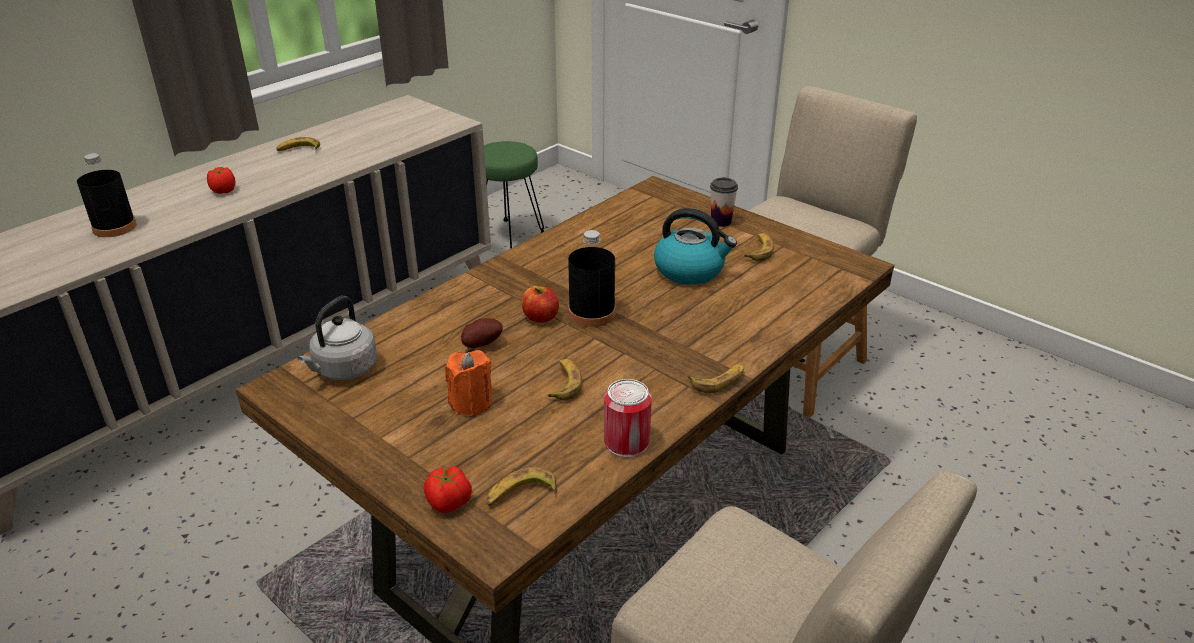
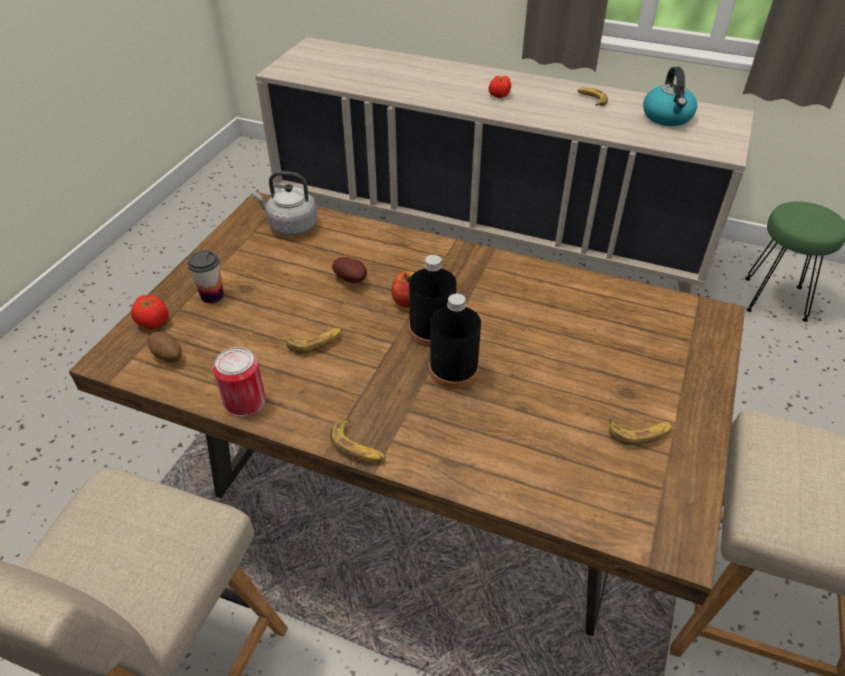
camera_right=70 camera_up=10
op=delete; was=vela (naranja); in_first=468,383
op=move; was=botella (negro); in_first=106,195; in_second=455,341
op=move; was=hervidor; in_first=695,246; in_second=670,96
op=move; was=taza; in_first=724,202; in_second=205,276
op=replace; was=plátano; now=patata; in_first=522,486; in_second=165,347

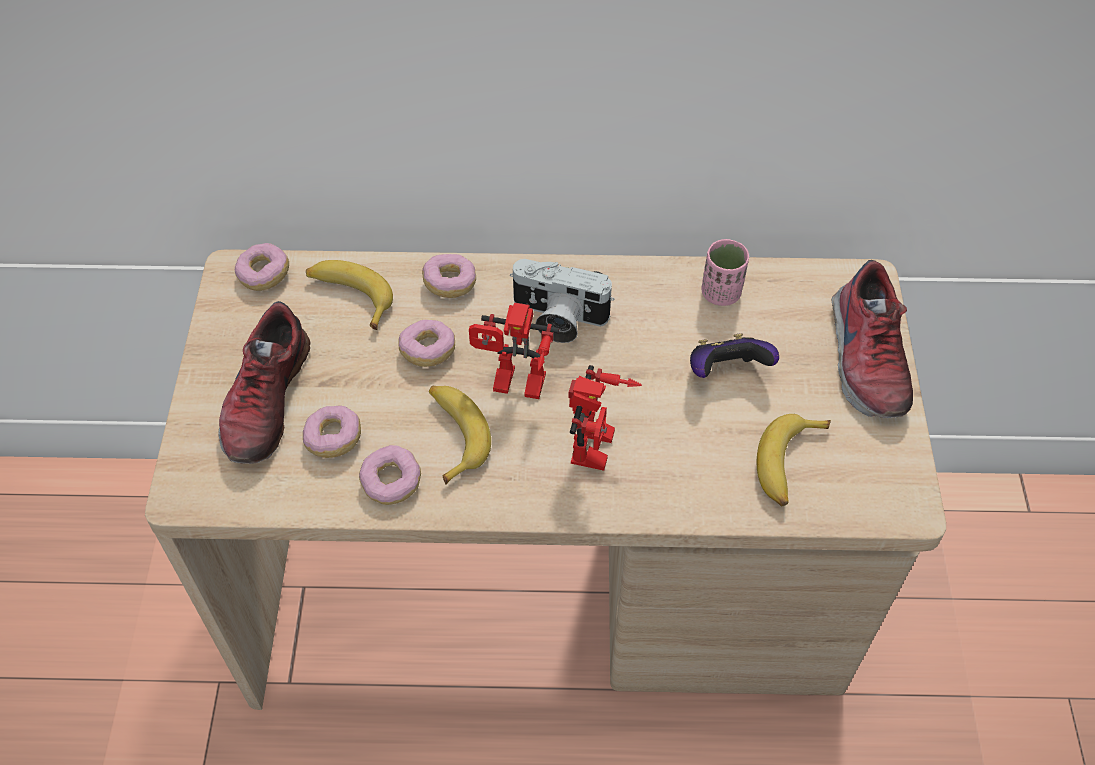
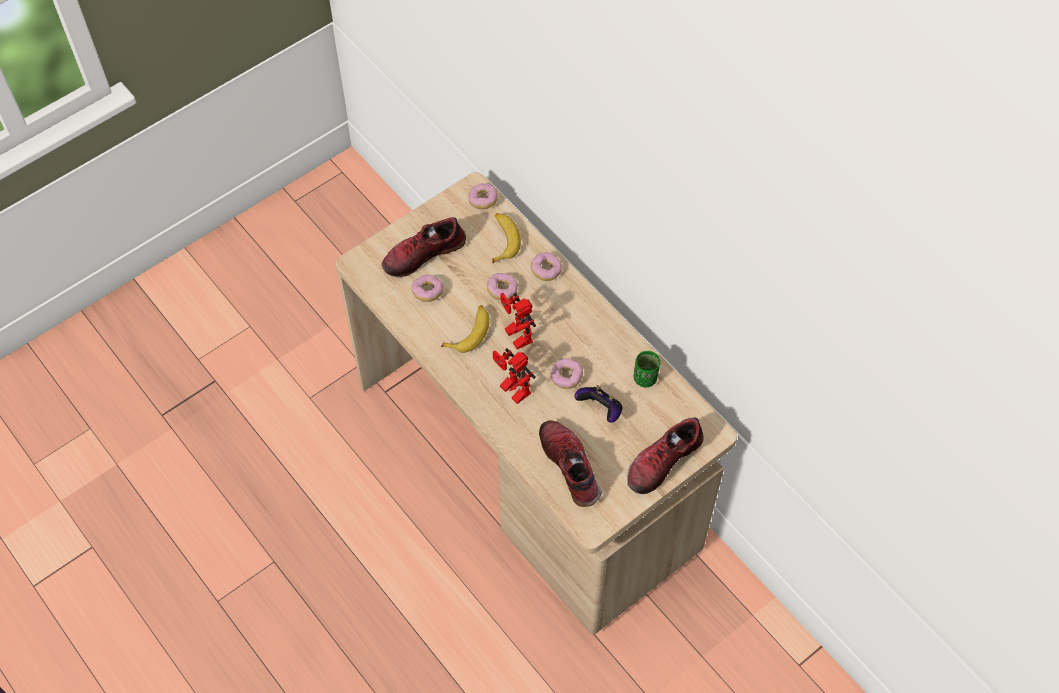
camera_right=50 camera_up=5
op=delete; was=cámara; in_first=562,301
op=move; was=rosquilla; in_first=390,475; in_second=566,373
op=replace; was=plátano; now=zapato; in_first=794,460; in_second=570,463
op=recolor; was=taza (rosa); now=taza (verde); in_first=725,272; in_second=647,369
op=rotate; was=robot de juguete; in_first=605,418; in_second=514,376; clockwise=75

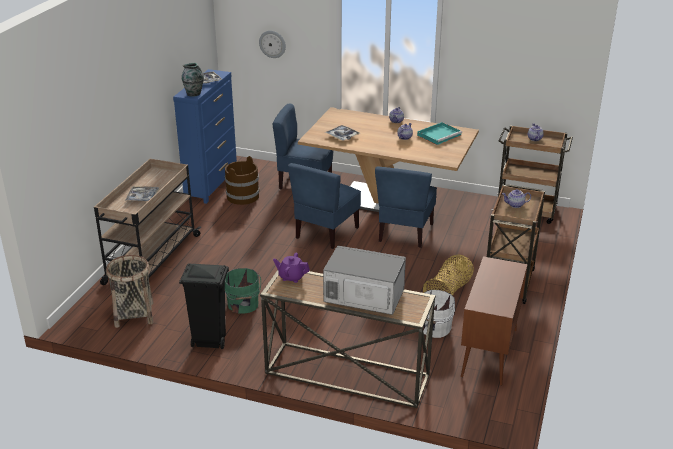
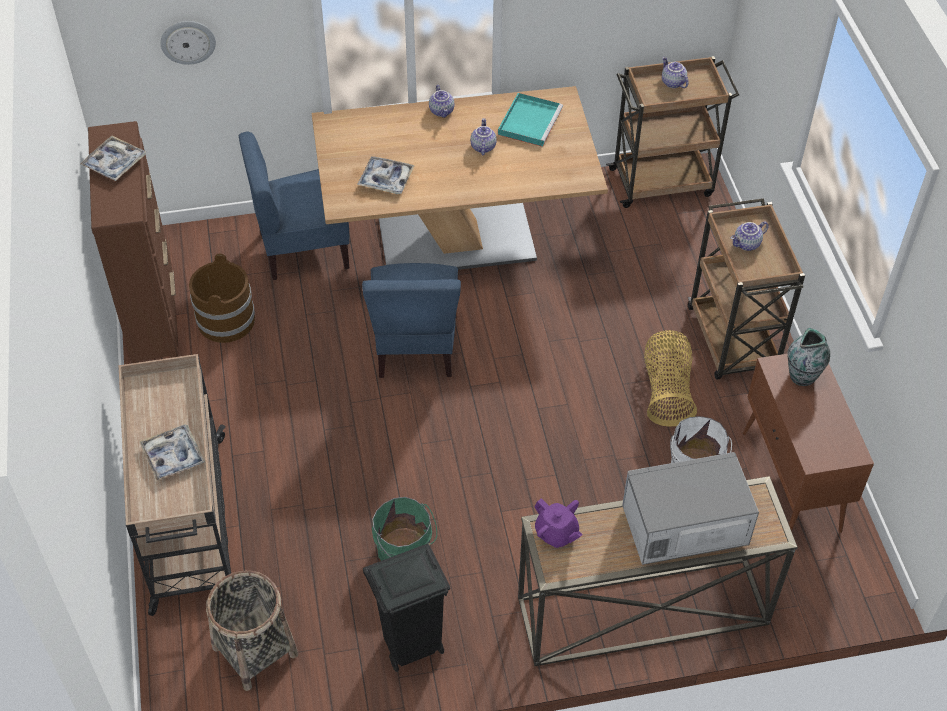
camera_right=-30 camera_up=20
op=delete; was=silla (azul); in_first=406,207
op=move; was=florero; in_first=193,80; in_second=808,357
op=recolor; was=cómoda (azul); now=cómoda (marrón); in_first=205,136; in_second=133,242
op=rotate; was=tetera (morado); in_first=291,267; in_second=558,523; clockwise=-120

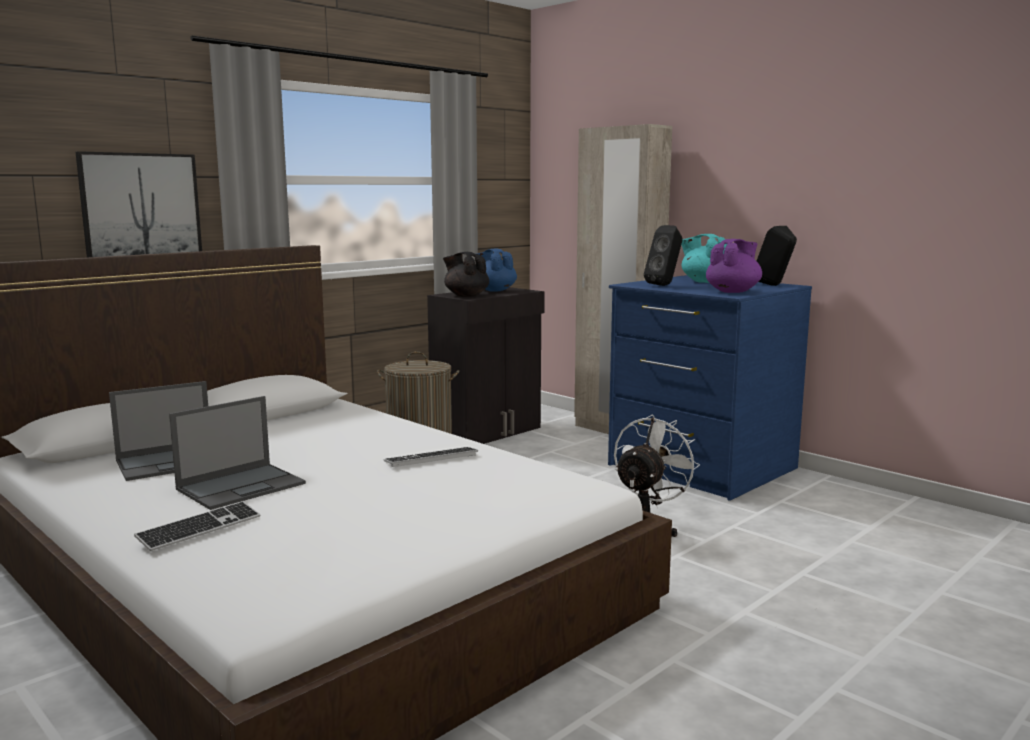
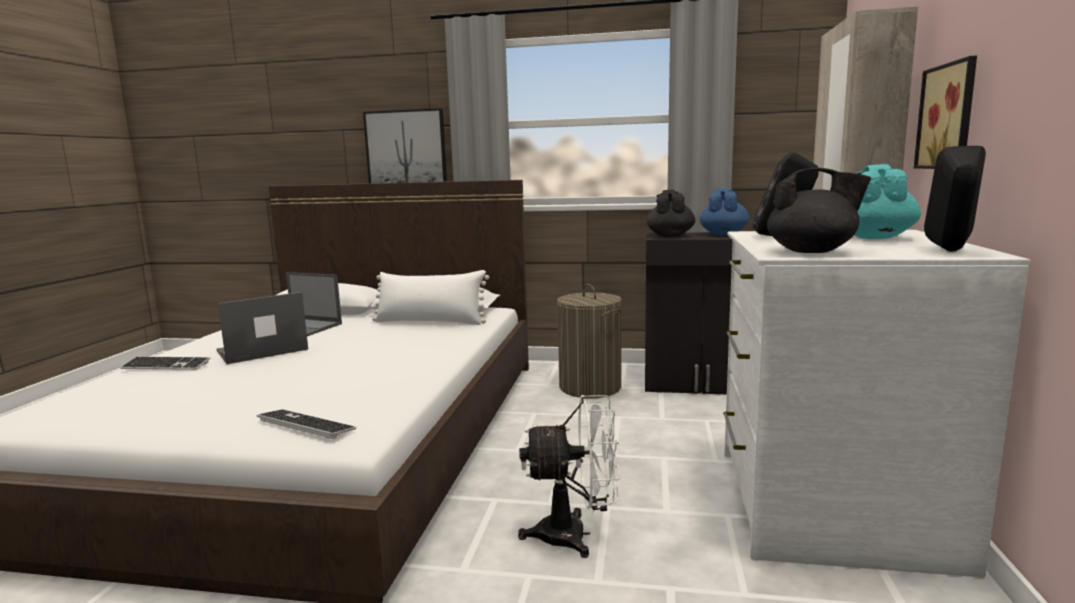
camera_right=55 camera_up=0
op=insert; now=cojín (blanco); in_second=430,297
op=insert; now=cuadro; in_second=945,112
op=move; was=teclado; in_first=431,457; in_second=306,424
op=recolor; was=cómoda (azul); now=cómoda (blanco); in_first=710,388; in_second=876,404
op=recolor; was=tetera (morado); now=tetera (negro); in_first=734,266; in_second=819,210
op=rotate; was=portátil; in_first=237,453; in_second=262,328; clockwise=135

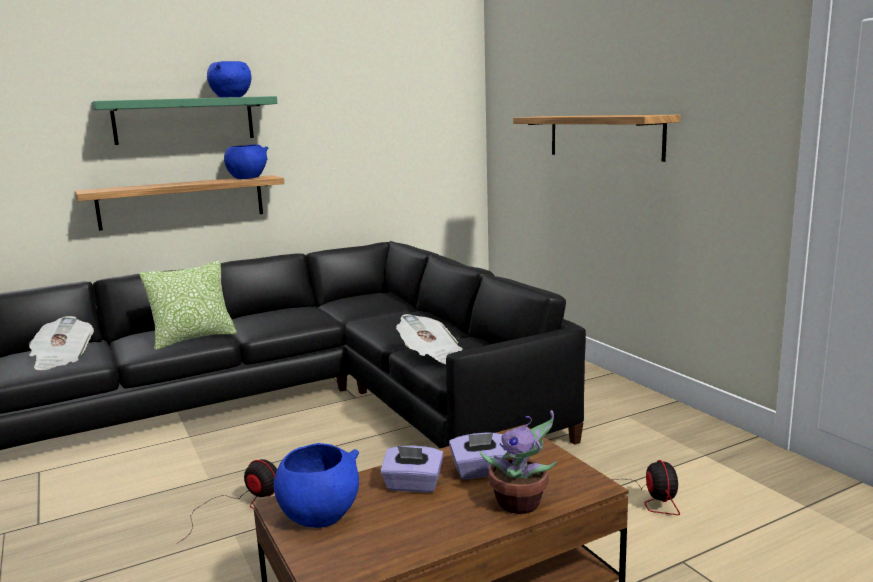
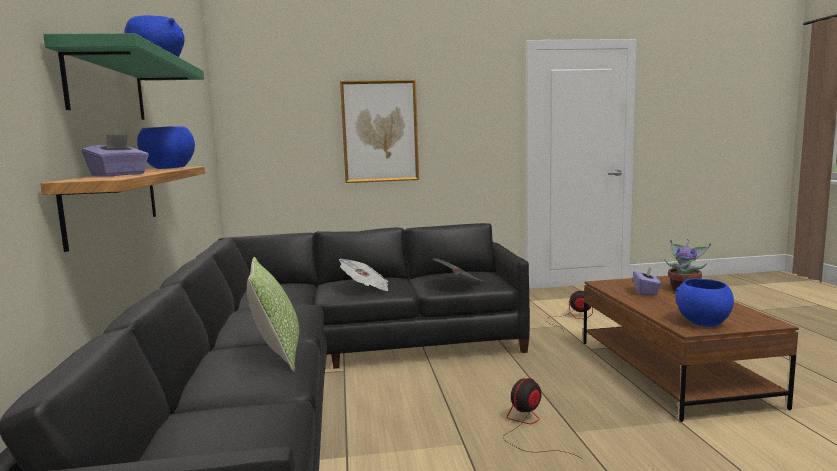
camera_right=-70 camera_up=-5
op=move; was=periódico; in_first=61,343; in_second=363,275
op=move; was=caja de pañuelos (morado); in_first=412,469; in_second=115,155
op=replace; was=estante; now=cuadro; in_first=597,138; in_second=379,131

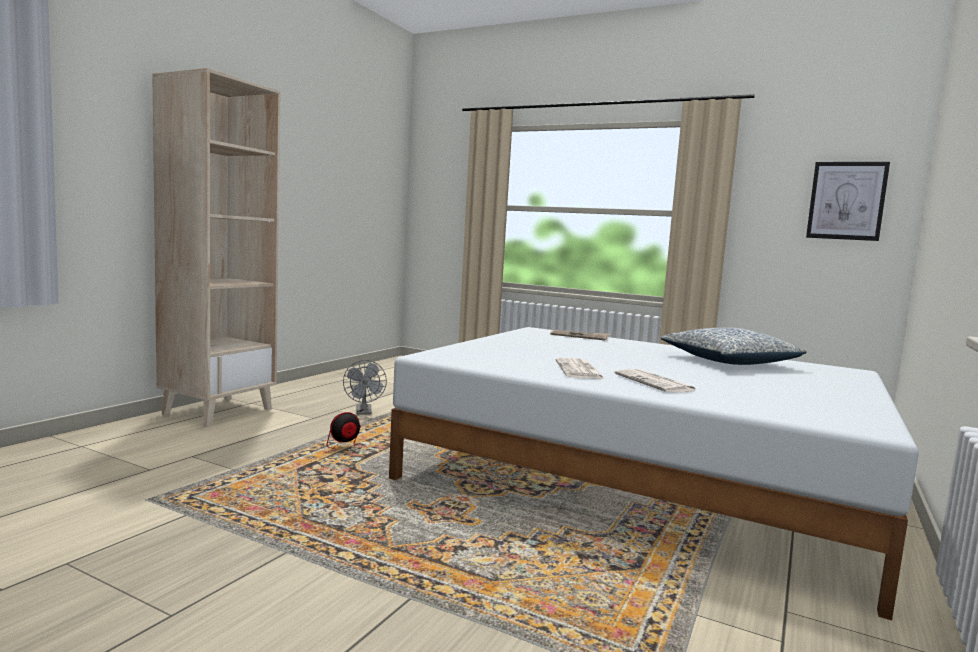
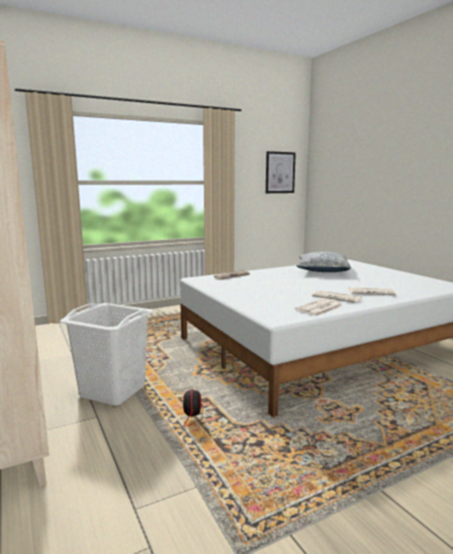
camera_right=-55 camera_up=5
op=insert; now=periódico; in_second=319,307
op=replace; was=ventilador (gris); now=cesto de la ropa (blanco); in_first=365,387; in_second=106,354

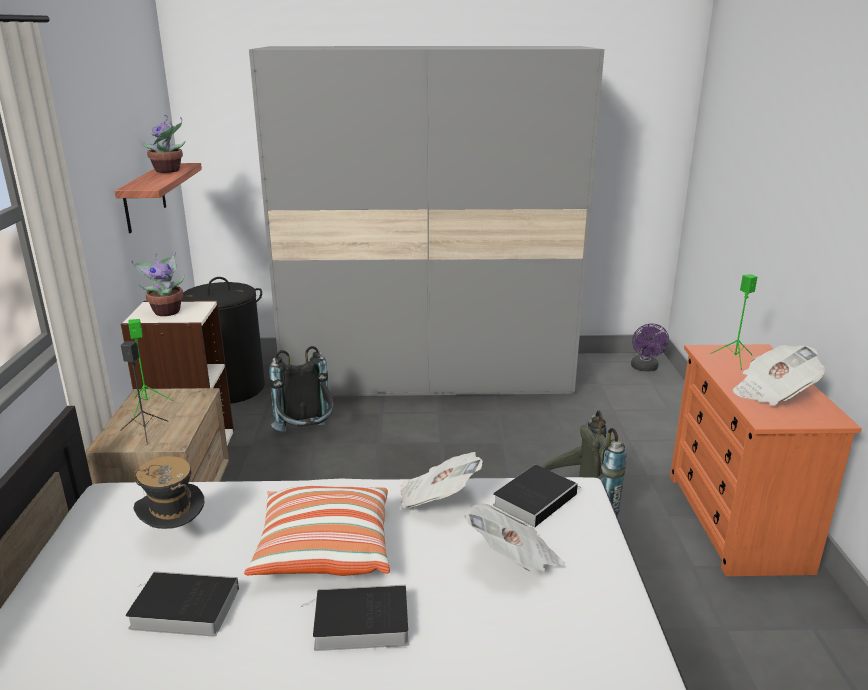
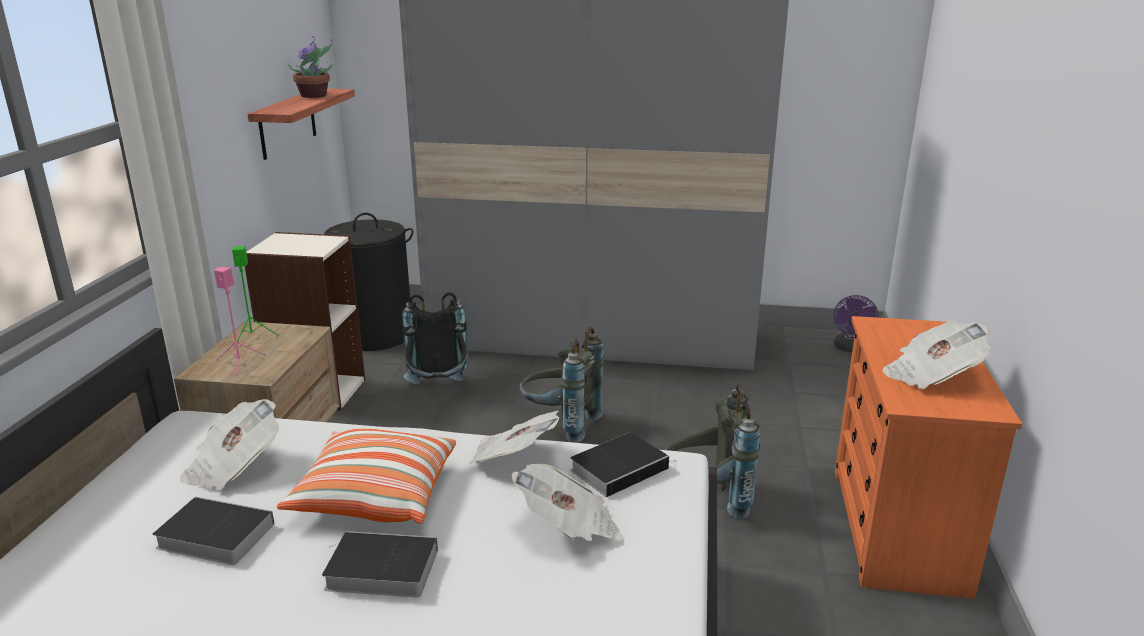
camera_right=10 camera_up=0
op=delete; was=planta en maceta; in_first=158,284
op=delete; was=altavoz (verde); in_first=733,322
op=insert; now=mochila (gris); in_second=562,385
op=replace; was=sombrero; now=periódico; in_first=168,492; in_second=229,444
op=recolor; was=altavoz (negro); now=altavoz (rosa); in_first=144,393; in_second=240,321

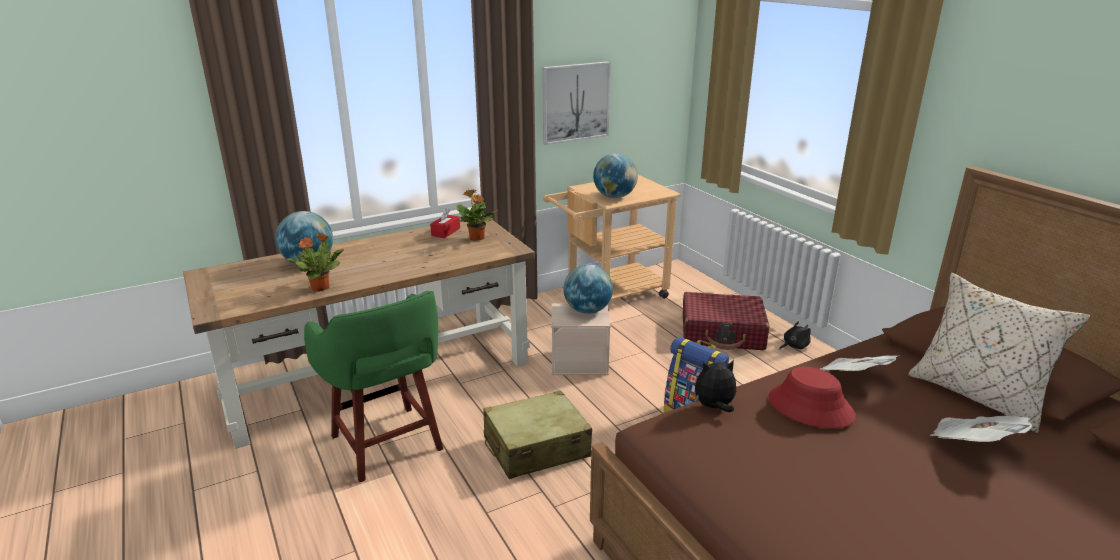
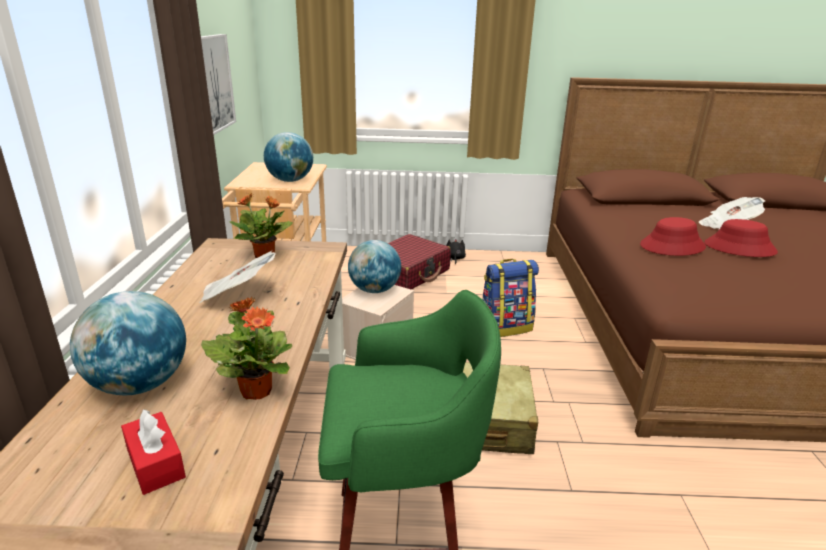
camera_right=-60 camera_up=0
op=delete; was=peluche; in_first=715,386
op=delete; was=cojín (beis); in_first=999,353
op=insert; now=sombrero (rojo); in_second=741,238
op=move; was=caja de pañuelos (rojo); in_first=445,223; in_second=153,452
op=move; was=periódico; in_first=859,363; in_second=237,277

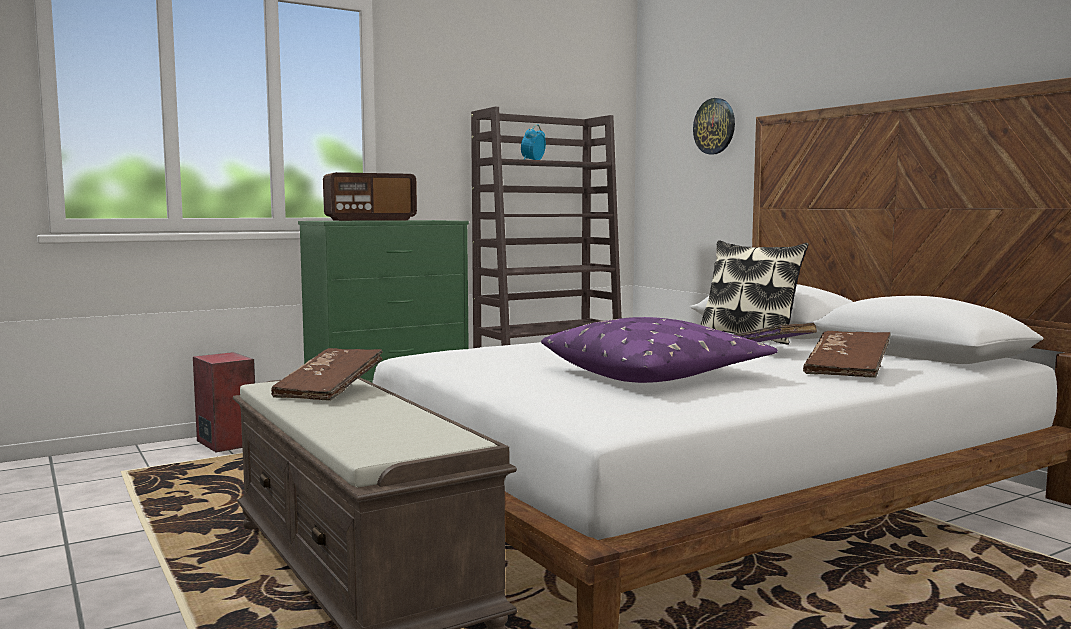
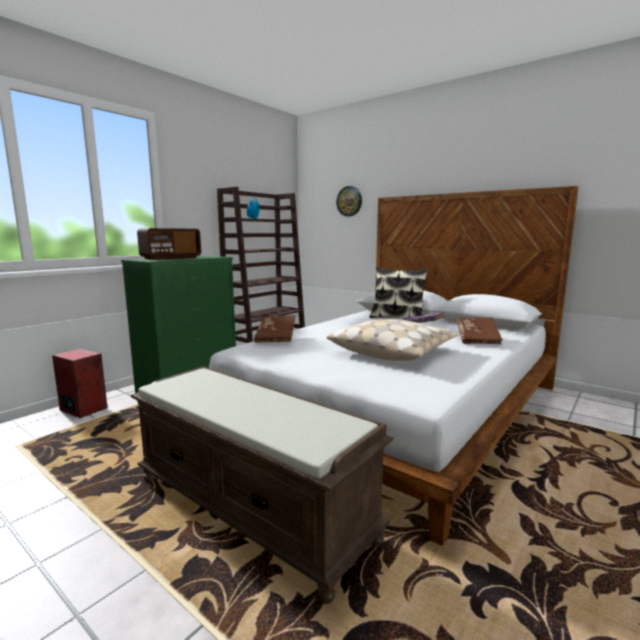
camera_right=-20 camera_up=5
op=move; was=libro (marrón); in_first=327,374; in_second=274,329
op=recolor; was=cojín (morado); now=cojín (beis); in_first=659,350; in_second=392,340

